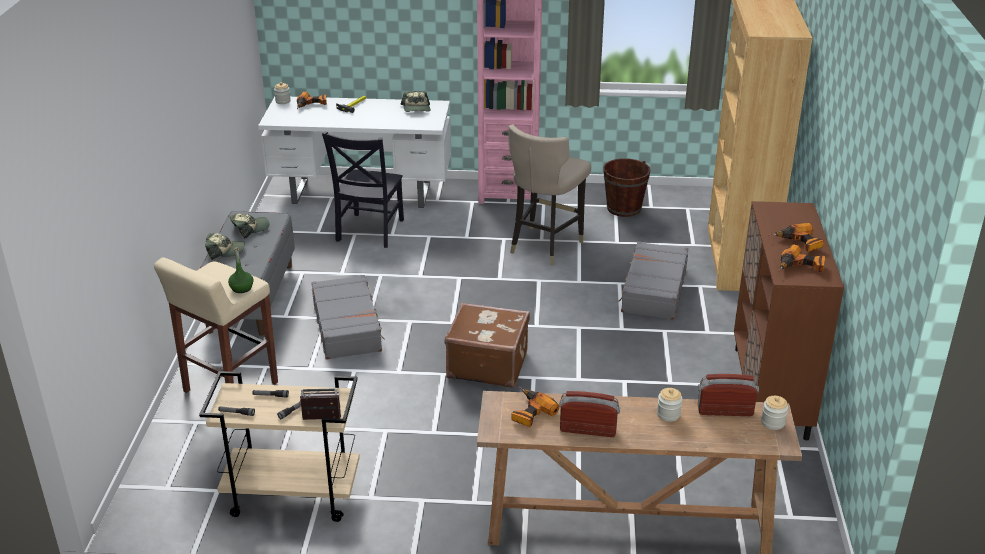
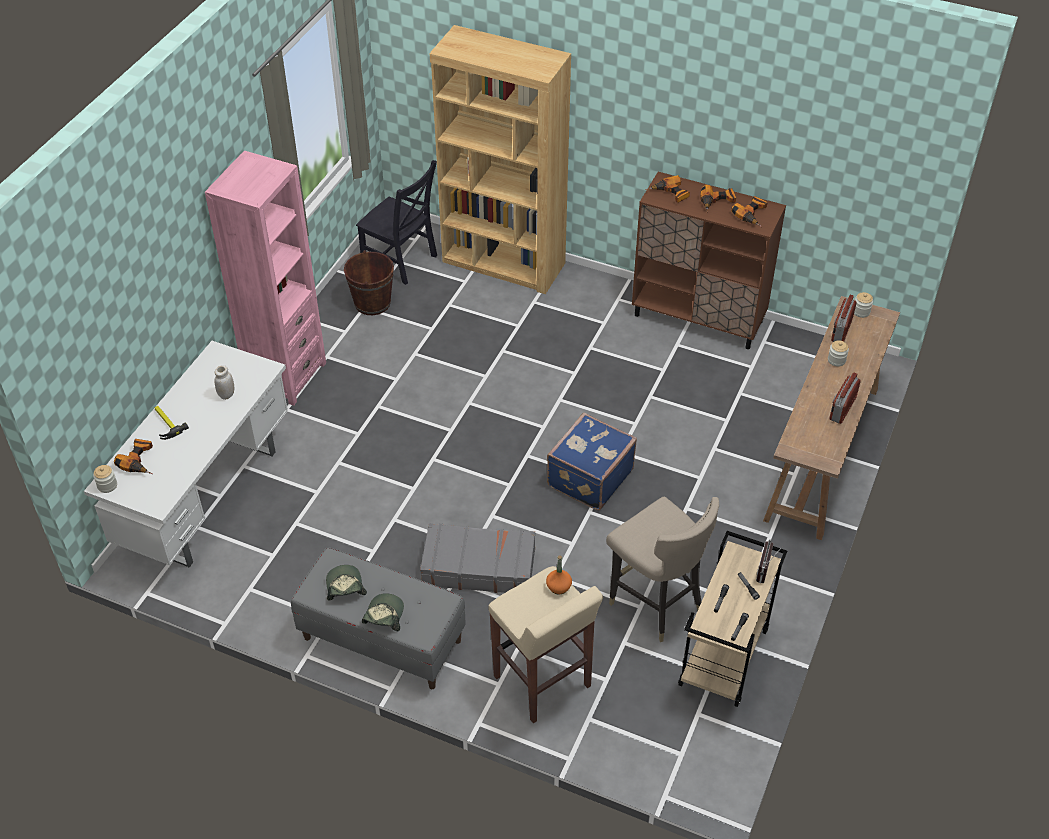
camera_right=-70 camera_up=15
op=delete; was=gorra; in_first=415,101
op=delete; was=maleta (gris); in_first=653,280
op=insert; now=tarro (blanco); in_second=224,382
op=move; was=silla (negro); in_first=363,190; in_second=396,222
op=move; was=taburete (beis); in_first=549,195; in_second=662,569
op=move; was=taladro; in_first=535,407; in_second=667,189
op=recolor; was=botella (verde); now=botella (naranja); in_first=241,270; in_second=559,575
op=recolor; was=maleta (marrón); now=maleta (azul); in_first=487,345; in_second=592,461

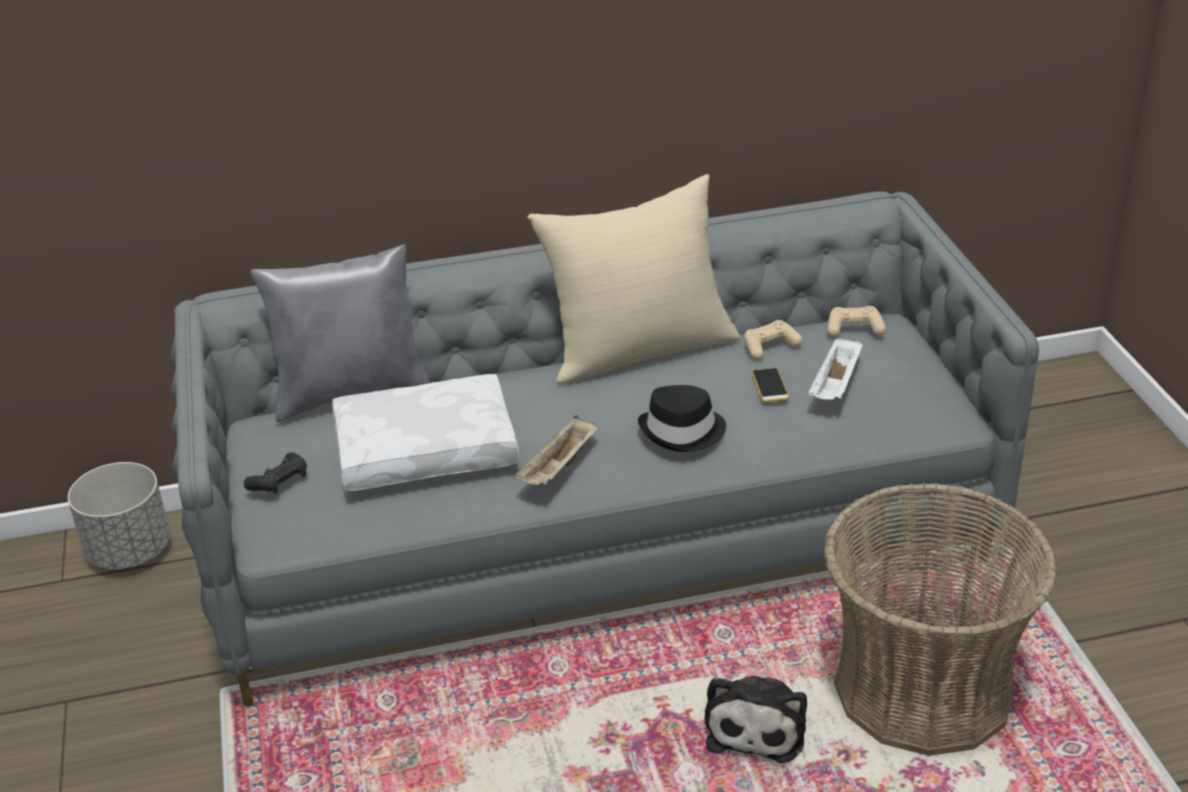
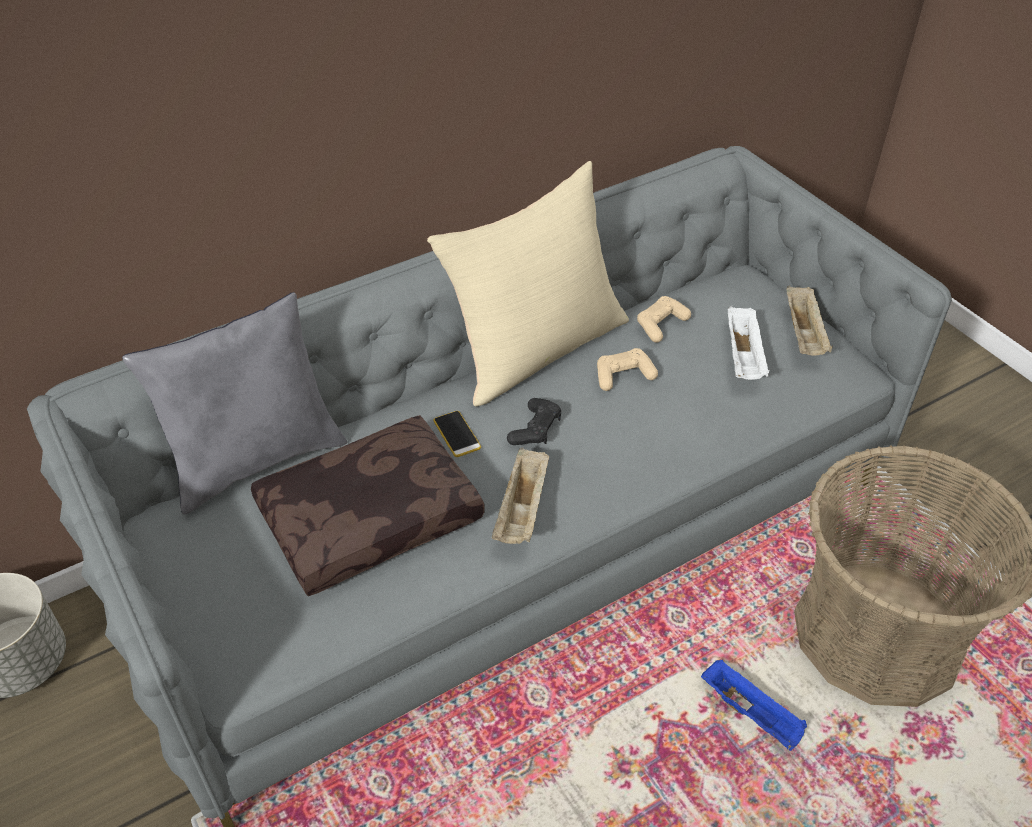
camera_right=-20 camera_up=10
op=delete; was=sombrero (negro); in_first=682,418
op=insert; now=bandeja (beis); in_second=809,320
op=move; was=mando de consola (negro); in_first=275,473; in_second=534,421
op=move; was=móvil; in_first=770,385; in_second=457,434
op=move; was=mando de consola (beis); in_first=856,321; in_second=627,369
op=replace; was=peluche; now=bandeja (azul); in_first=755,718; in_second=754,705
op=recolor; was=cojín (blanco); now=cojín (marrón); in_first=426,432; in_second=368,505

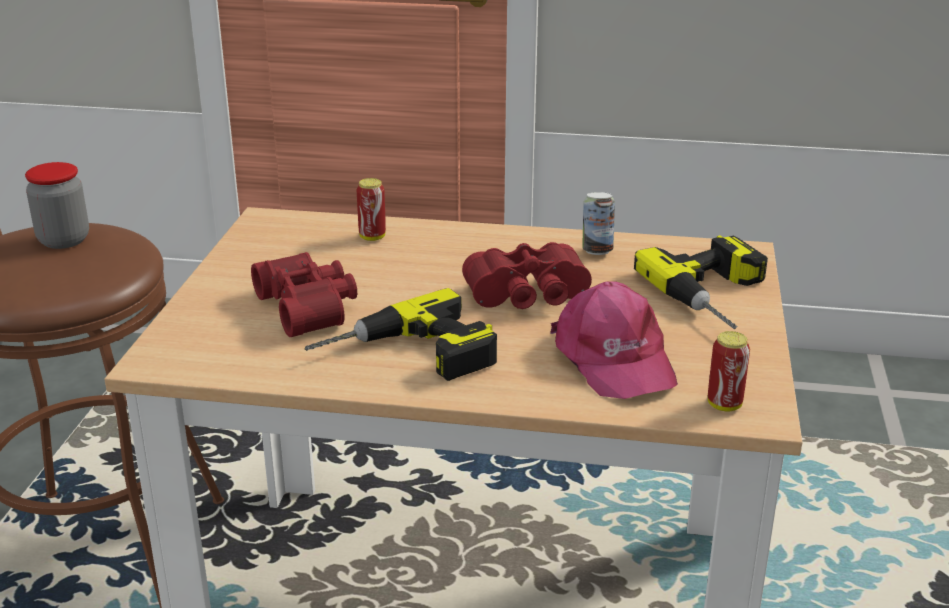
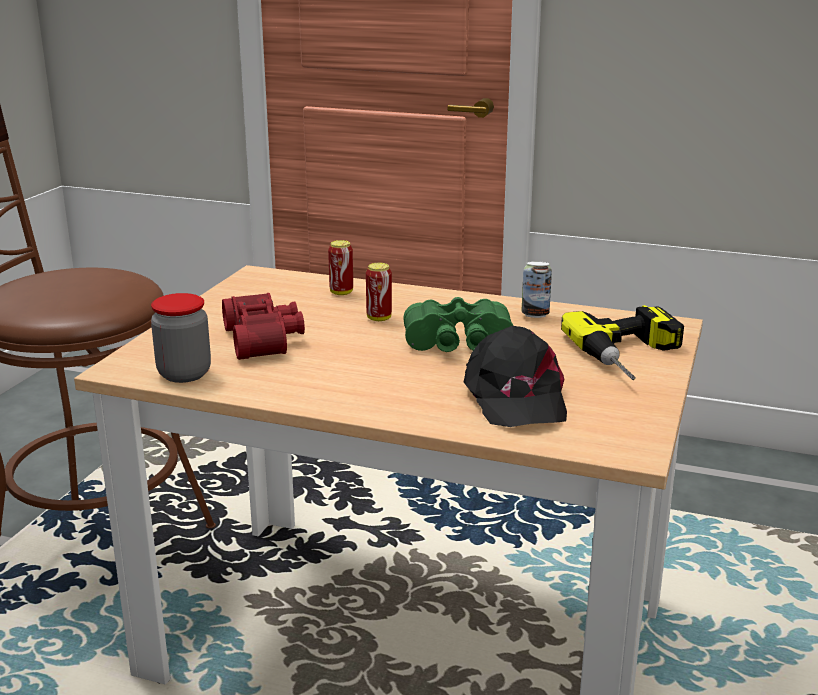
camera_right=10 camera_up=-5
op=delete; was=taladro; in_first=401,334
op=move; was=tarro; in_first=57,205; in_second=181,338
op=move; was=lata; in_first=729,371; in_second=379,292
op=recolor; was=prismáticos (rojo); now=prismáticos (verde); in_first=527,275; in_second=458,324
op=recolor; was=gorra (rosa); now=gorra (negro); in_first=614,340; in_second=515,376

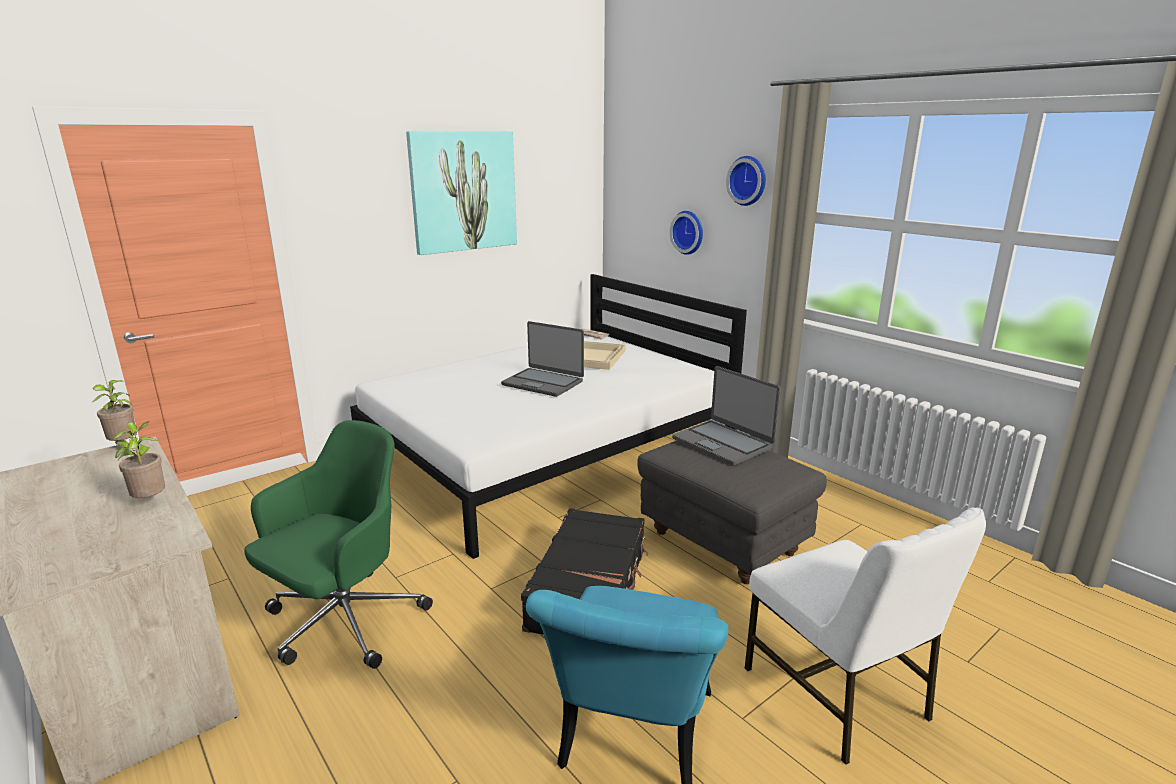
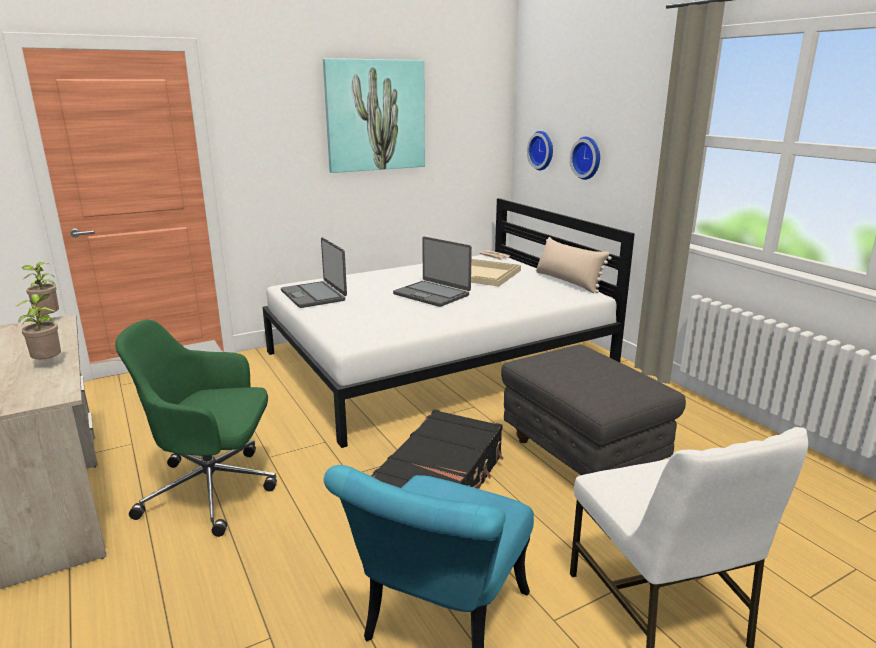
camera_right=10 camera_up=0
op=insert; now=cojín (beis); in_second=574,265
op=move; was=portátil; in_first=726,416; in_second=314,272
op=move; was=reloj de pared; in_first=746,181; in_second=540,150
op=rotate; was=silla de oficina (verde); in_first=338,544; in_second=196,428; clockwise=-135

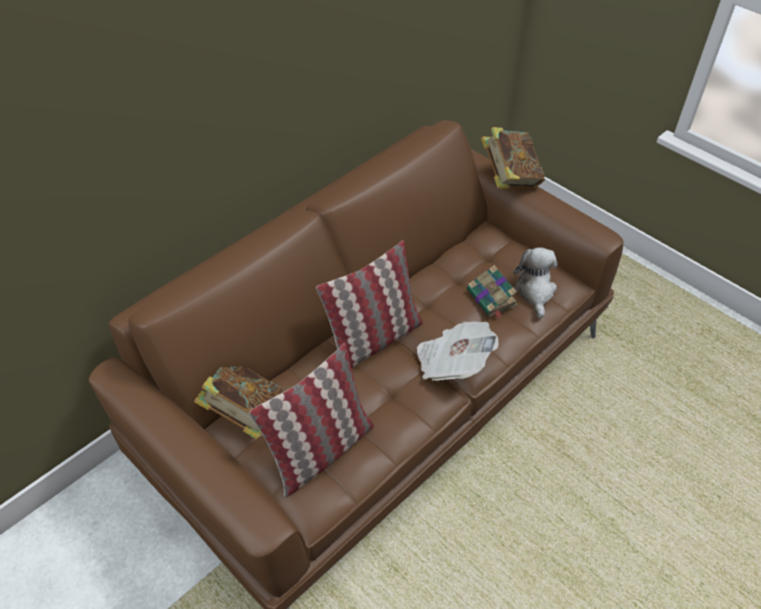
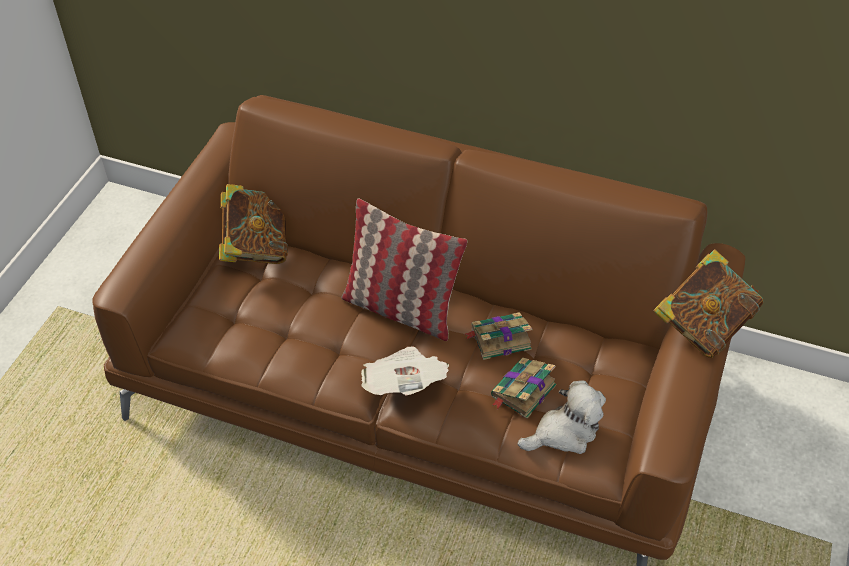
camera_right=65 camera_up=0
op=delete; was=cojín; in_first=311,420
op=insert; now=libro; in_second=498,336

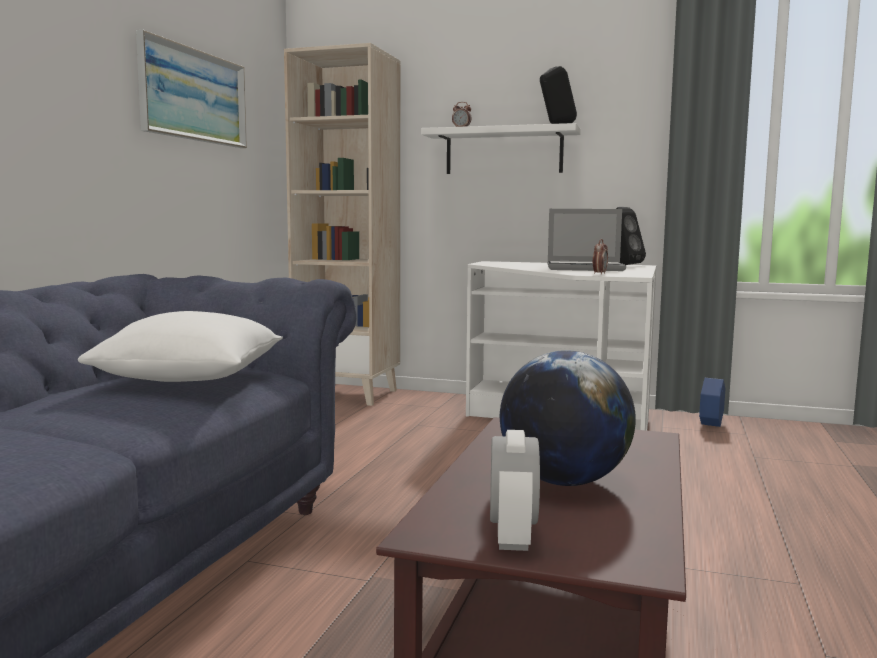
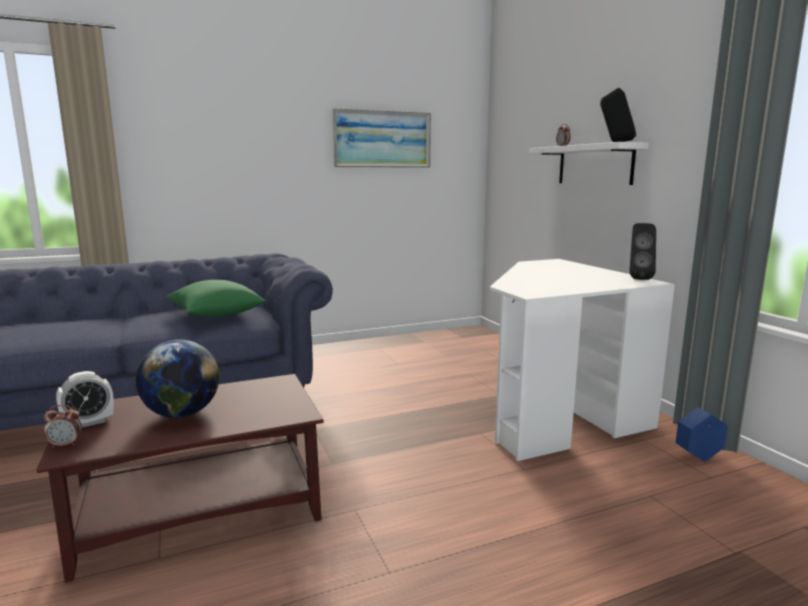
camera_right=50 camera_up=5
op=delete; was=estantería (beis); in_first=342,224
op=delete; was=portátil; in_first=587,240
op=move; was=despertador; in_first=600,256; in_second=63,426
op=recolor; was=cojín (blanco); now=cojín (verde); in_first=180,346; in_second=216,298

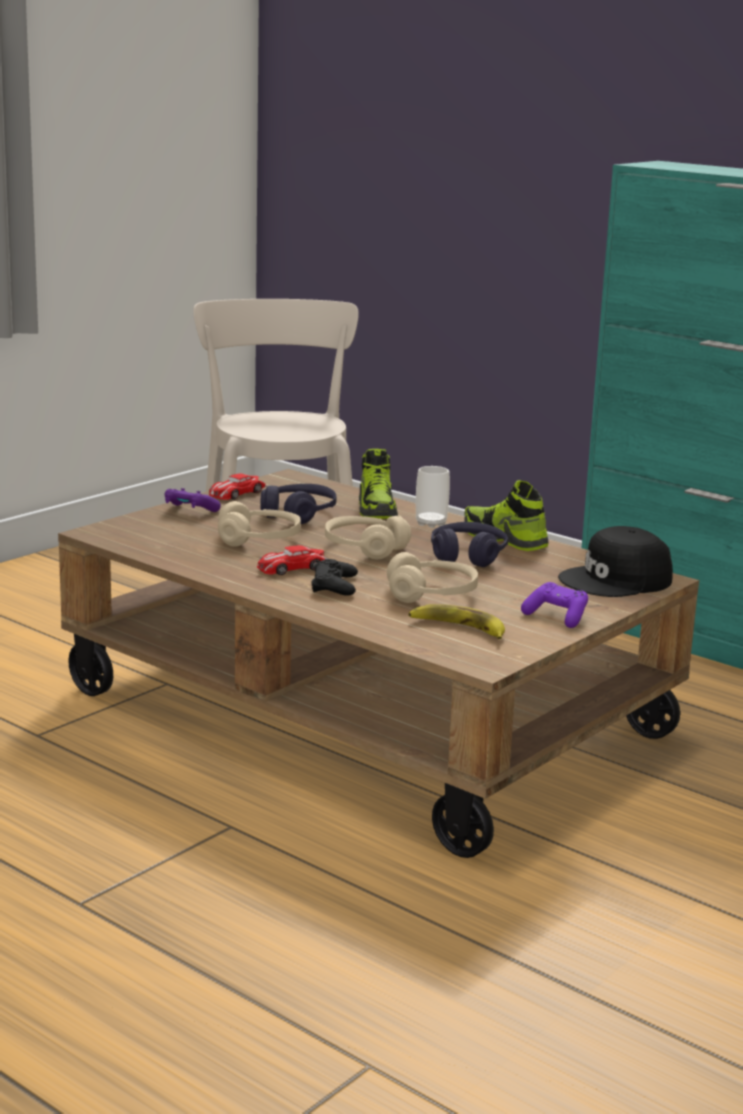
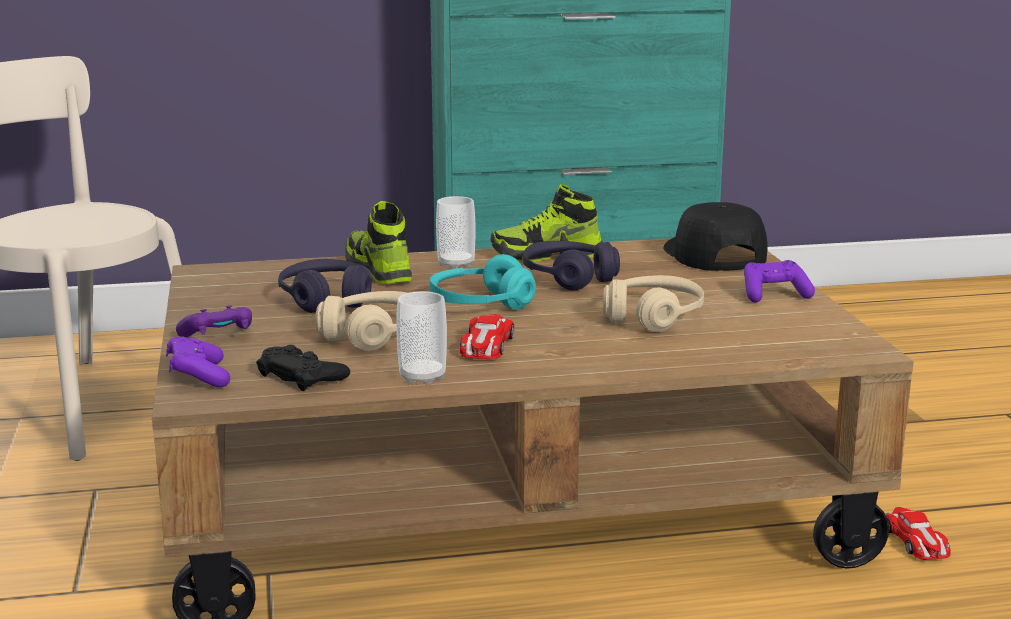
camera_right=-50 camera_up=0
op=delete; was=plátano; in_first=456,622
op=insert; now=mando de consola (morado); in_second=198,362
op=insert; now=taza; in_second=421,338
op=move; was=coche de juguete; in_first=238,486; in_second=918,533
op=move; was=mando de consola (negro); in_first=334,577; in_second=303,368
op=recolor; was=auriculares (beis); now=auriculares (turquesa); in_first=368,537; in_second=483,282
op=rotate; was=zapato; in_first=378,484; in_second=378,242; clockwise=-150
op=rotate; was=gorra (negro); in_first=615,561; in_second=715,236; clockwise=150

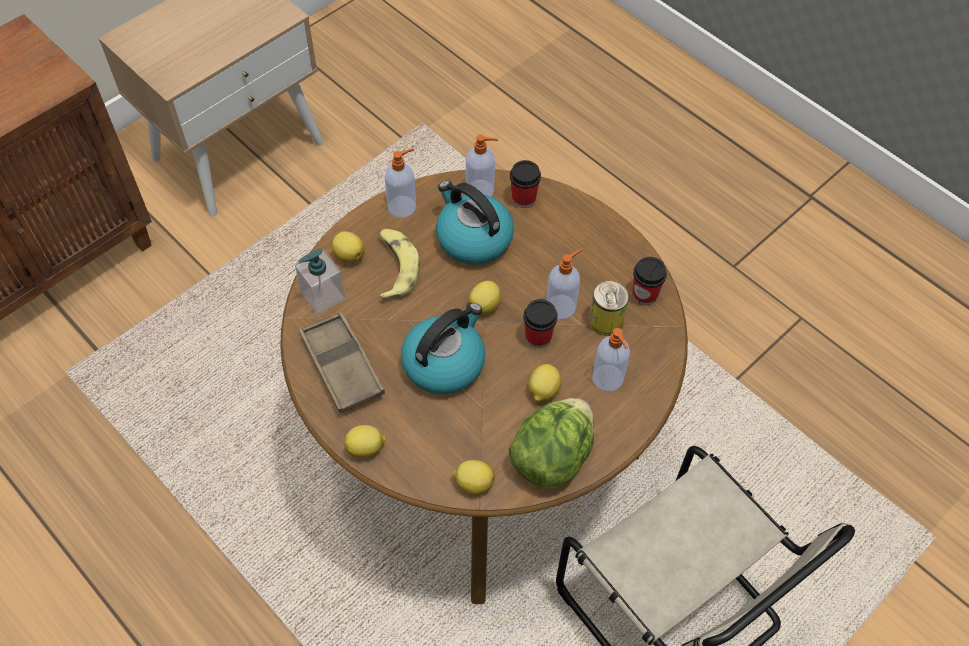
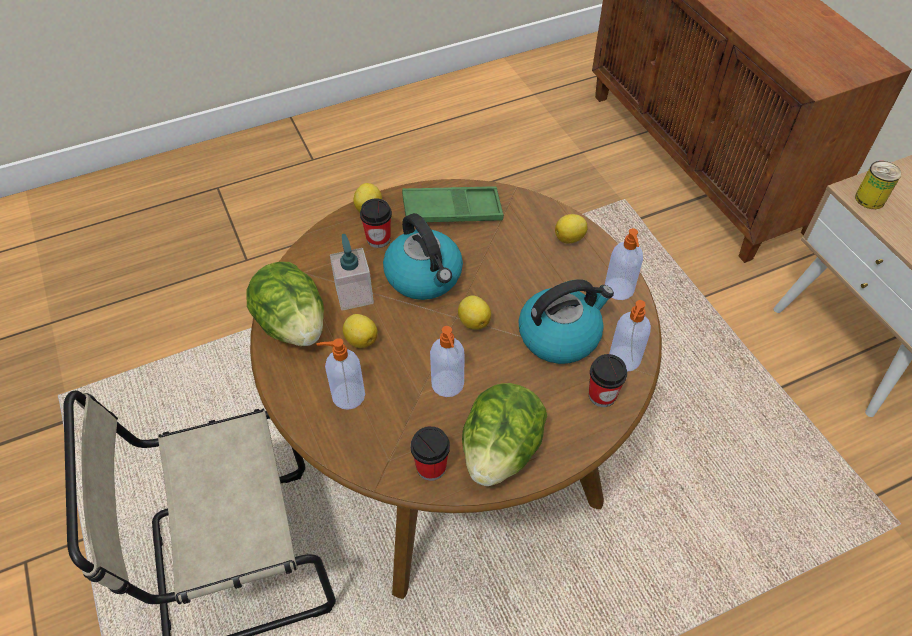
camera_right=110 camera_up=-5
op=delete; was=plátano; in_first=399,264
op=delete; was=limón; in_first=474,477
op=insert; now=lechuga; in_second=504,434
op=move; was=dispensador de jabón; in_first=320,281; in_second=352,272
op=move; was=taza; in_first=540,323; in_second=376,223
op=move; was=lata; in_first=608,308; in_second=878,185
op=recolor; was=bandeja (marrón); now=bandeja (verde); in_first=342,362; in_second=453,204

